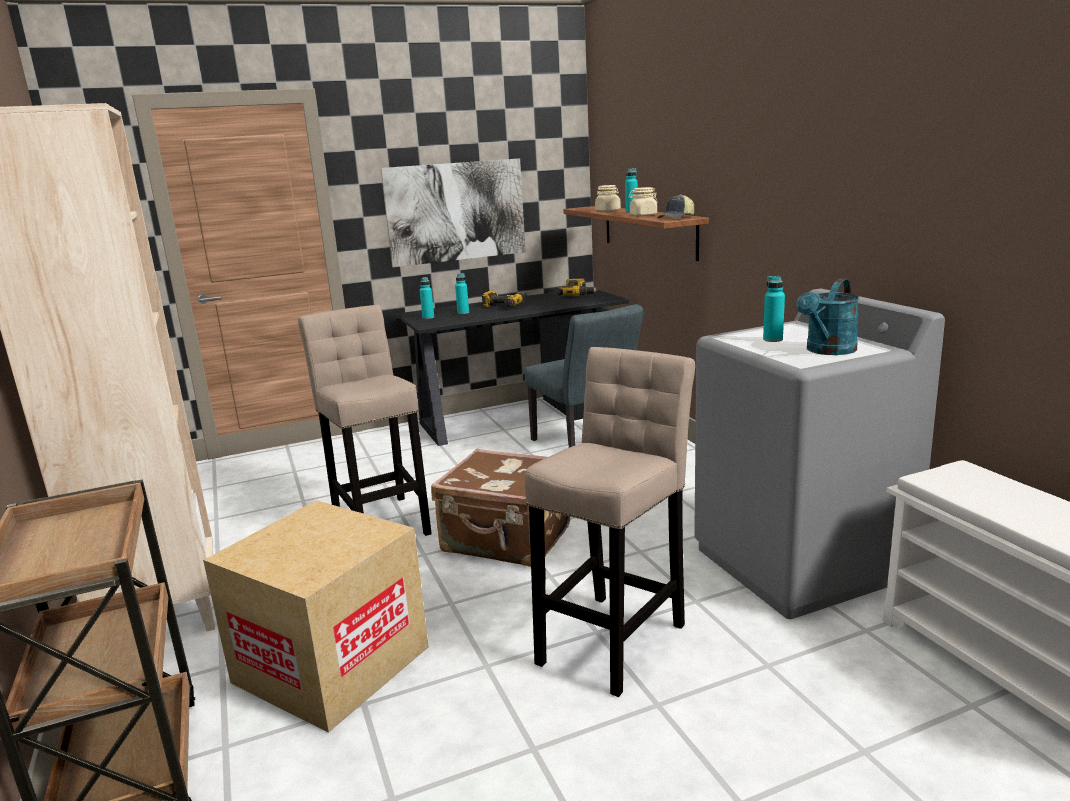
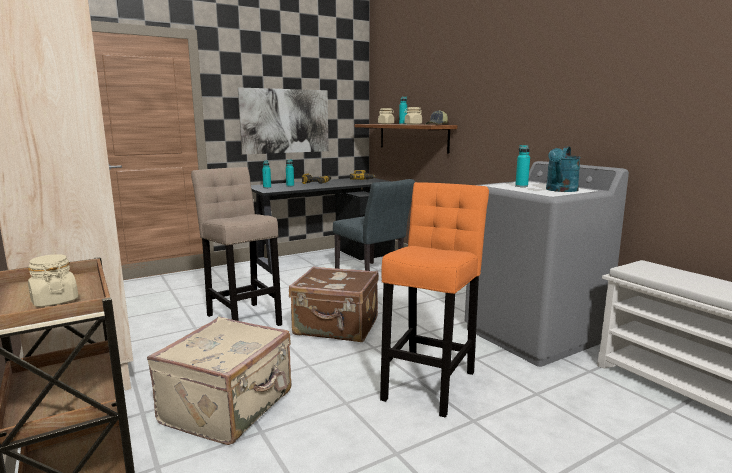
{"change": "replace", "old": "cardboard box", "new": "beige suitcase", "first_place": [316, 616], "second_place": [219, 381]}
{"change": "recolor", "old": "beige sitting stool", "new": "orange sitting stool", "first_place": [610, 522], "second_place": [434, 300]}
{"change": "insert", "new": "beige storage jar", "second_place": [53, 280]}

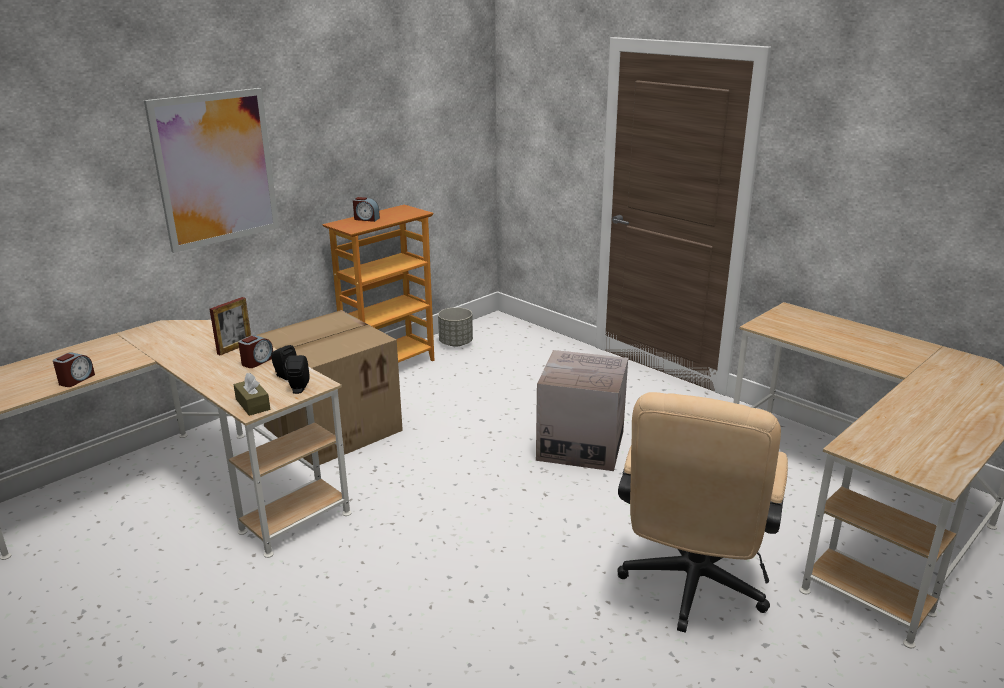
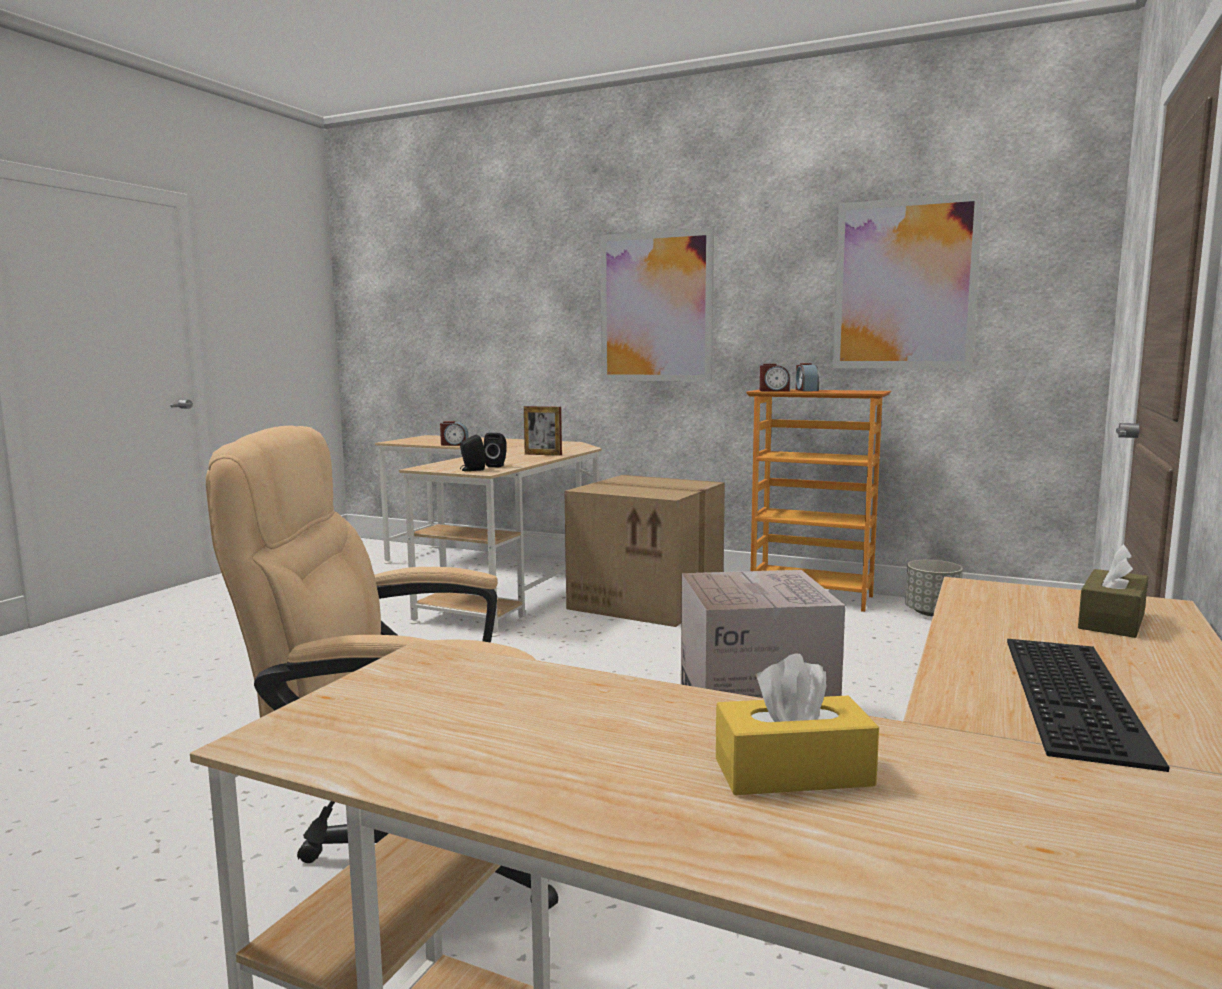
{"change": "move", "old": "brown box of tissues", "first_place": [251, 394], "second_place": [1113, 591]}
{"change": "move", "old": "alarm clock", "first_place": [255, 351], "second_place": [775, 377]}
{"change": "insert", "new": "yellow box of tissues", "second_place": [797, 724]}
{"change": "insert", "new": "wall art", "second_place": [908, 280]}
{"change": "insert", "new": "computer keyboard", "second_place": [1088, 705]}

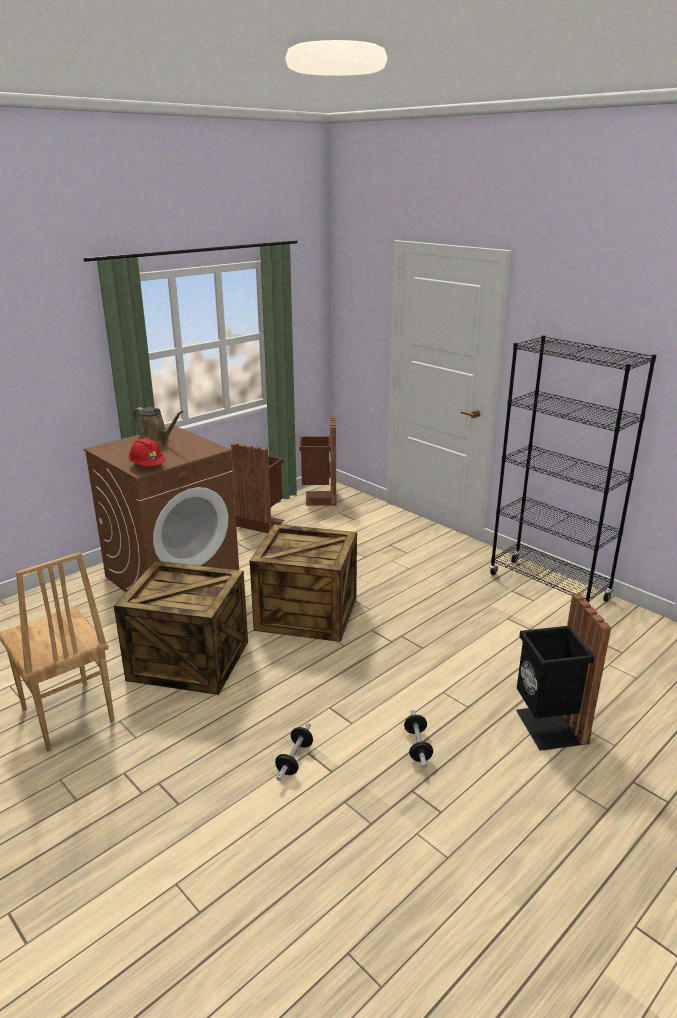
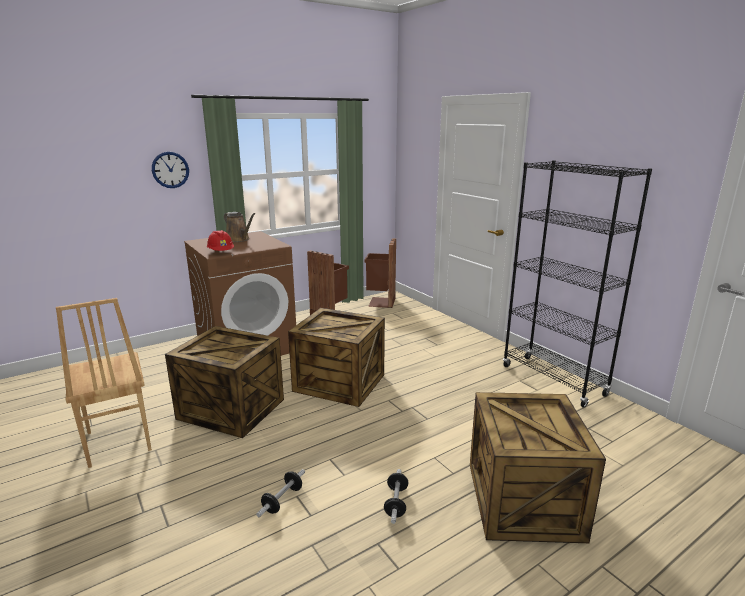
{"change": "replace", "old": "black-coloured waste bin", "new": "shipping crate", "first_place": [563, 672], "second_place": [538, 467]}
{"change": "insert", "new": "wall clock", "second_place": [170, 170]}

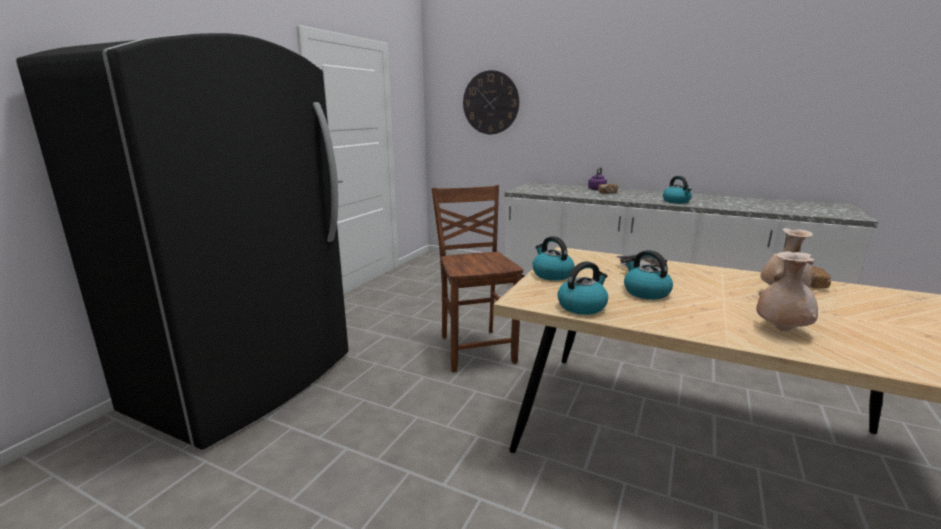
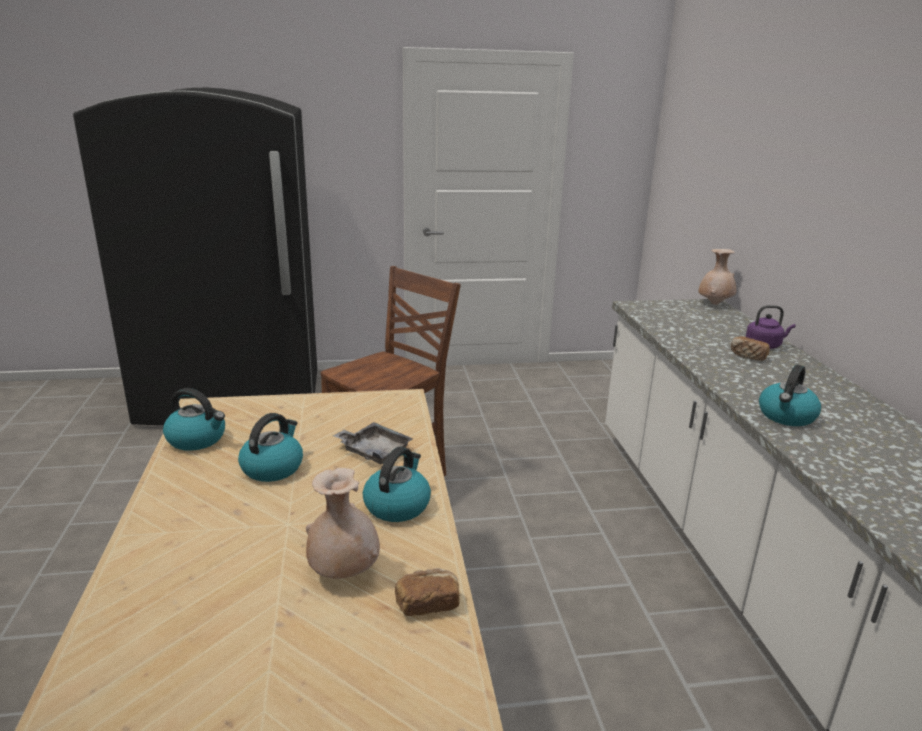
{"change": "delete", "old": "wall clock", "first_place": [491, 102]}
{"change": "move", "old": "kettle", "first_place": [554, 258], "second_place": [397, 484]}
{"change": "move", "old": "beige decorative vase", "first_place": [787, 291], "second_place": [717, 277]}

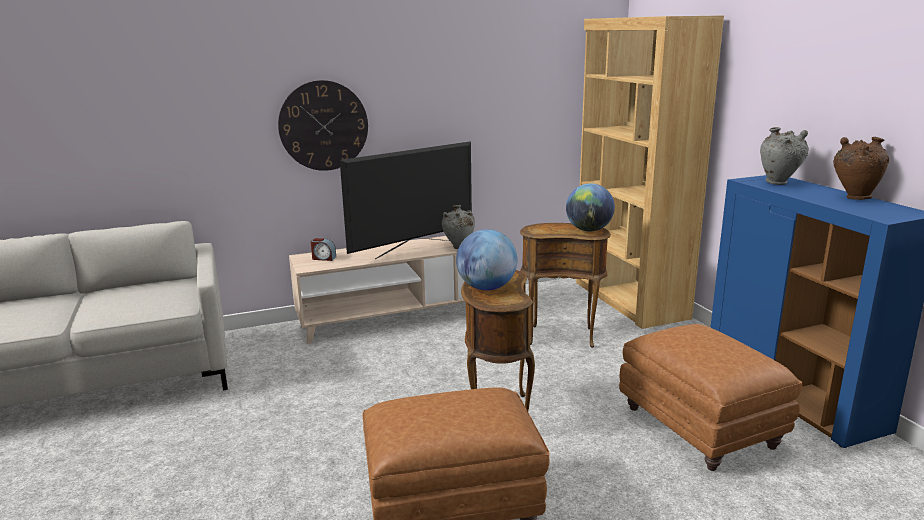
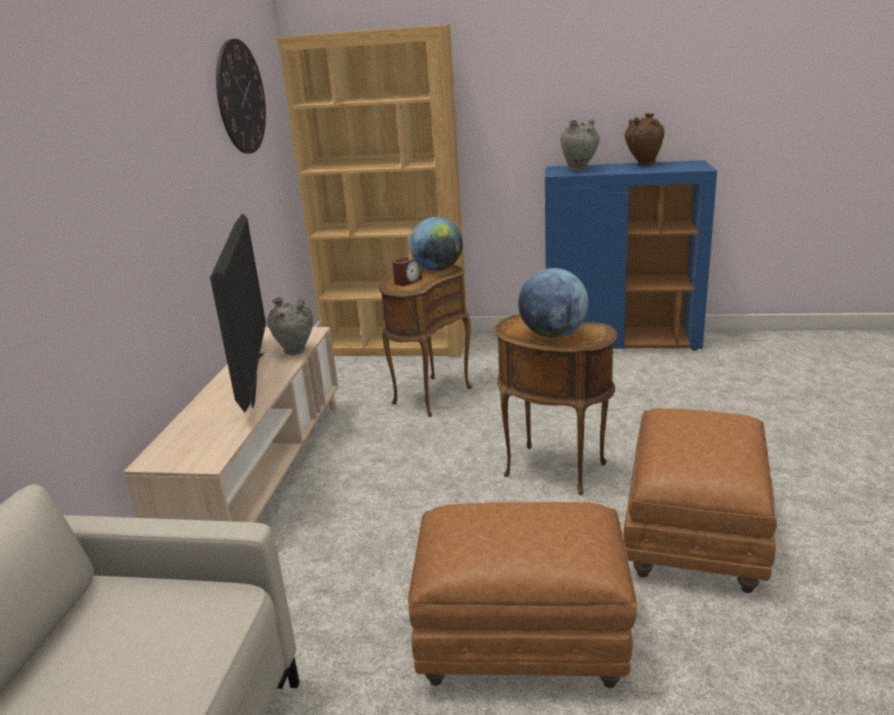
{"change": "move", "old": "wall clock", "first_place": [323, 125], "second_place": [241, 96]}
{"change": "move", "old": "alarm clock", "first_place": [323, 249], "second_place": [407, 271]}
{"change": "move", "old": "brown pouffe", "first_place": [710, 397], "second_place": [522, 595]}

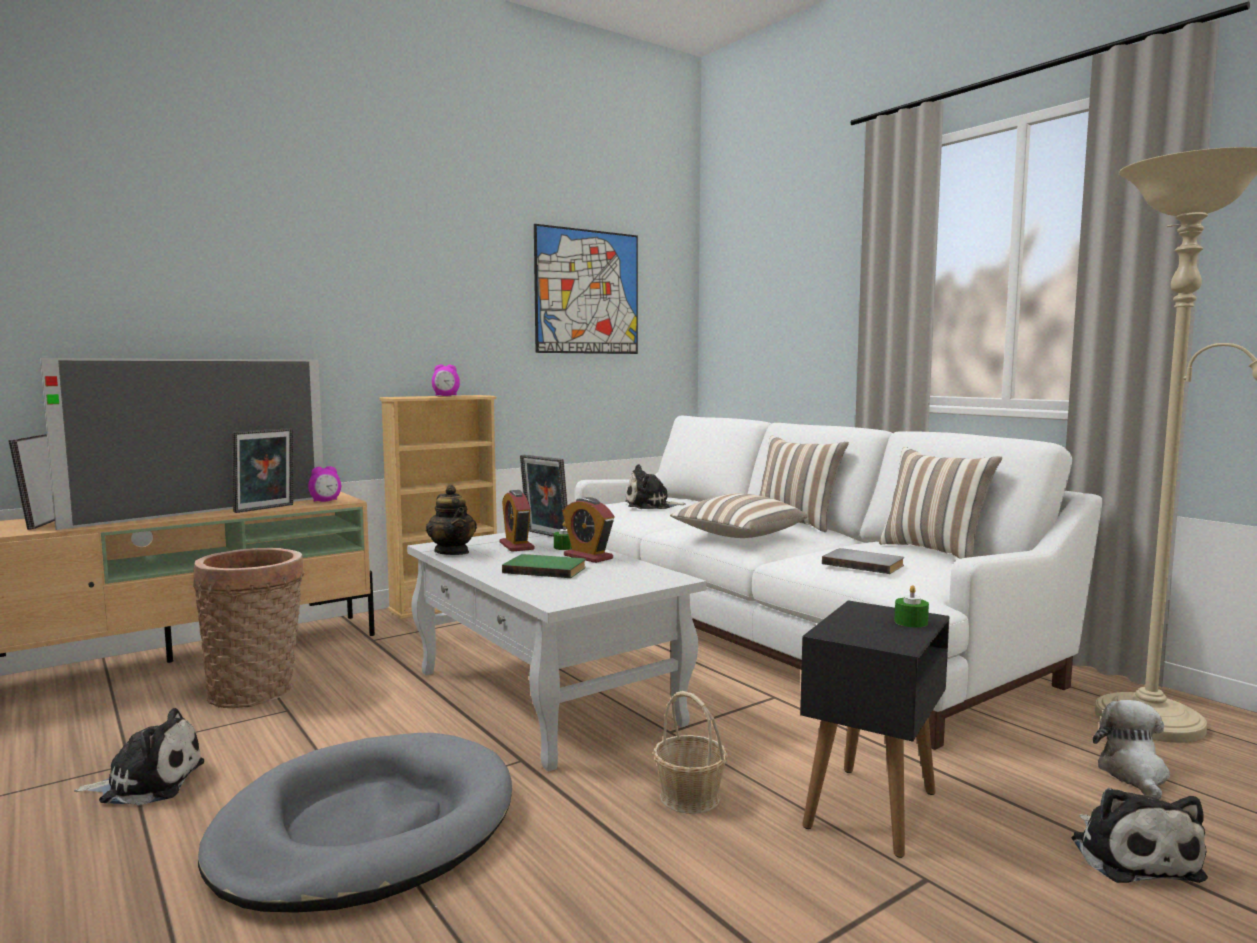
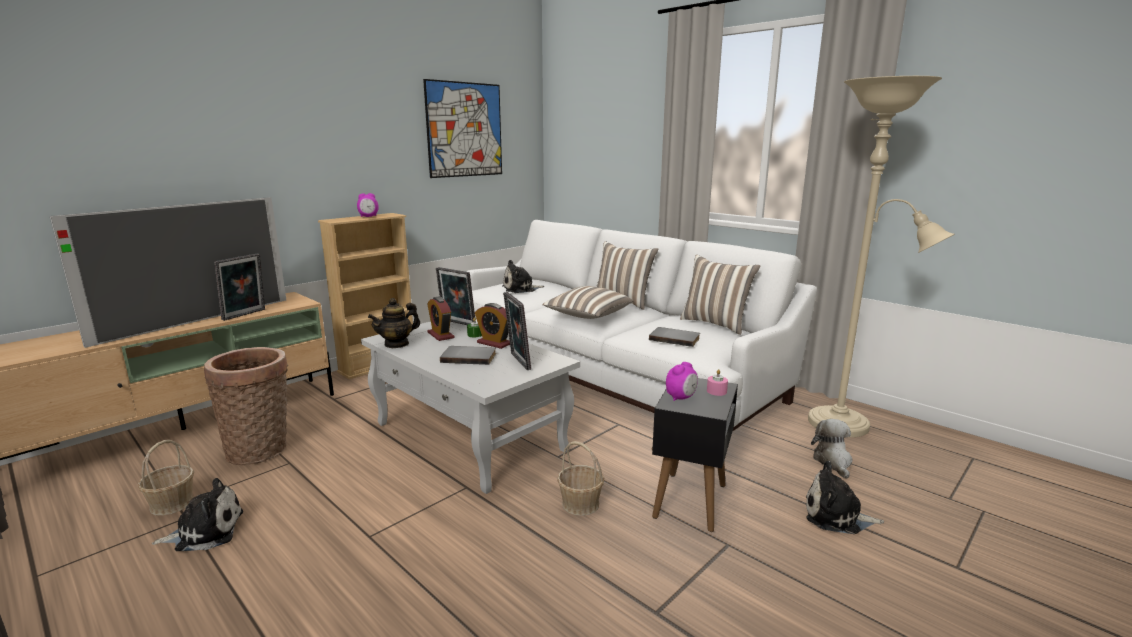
{"change": "move", "old": "picture frame", "first_place": [31, 482], "second_place": [517, 331]}
{"change": "delete", "old": "greyish dog cushion", "first_place": [355, 823]}
{"change": "move", "old": "alarm clock", "first_place": [324, 484], "second_place": [682, 381]}
{"change": "rotate", "old": "pot for tea", "first_place": [451, 520], "second_place": [394, 323], "degrees": 90}
{"change": "recolor", "old": "greenish book", "new": "greyish book", "first_place": [544, 566], "second_place": [468, 355]}
{"change": "recolor", "old": "greenish wax candle", "new": "pinkish wax candle", "first_place": [911, 606], "second_place": [717, 382]}
{"change": "rotate", "old": "soft toy", "first_place": [1140, 835], "second_place": [845, 497], "degrees": 120}
{"change": "insert", "new": "basket", "second_place": [166, 477]}

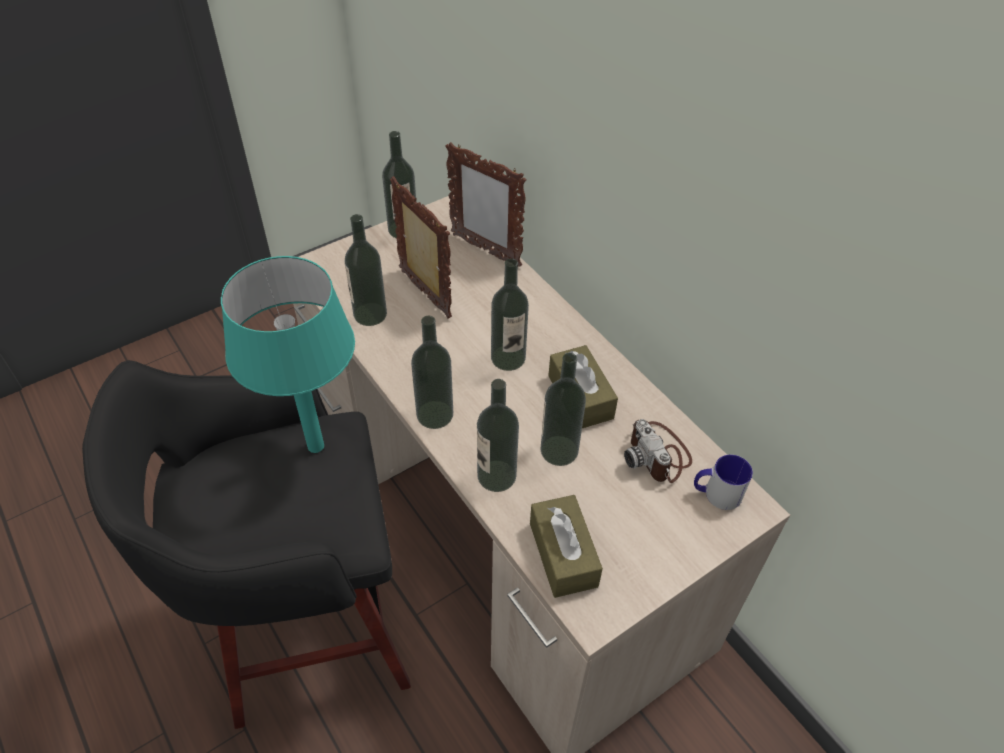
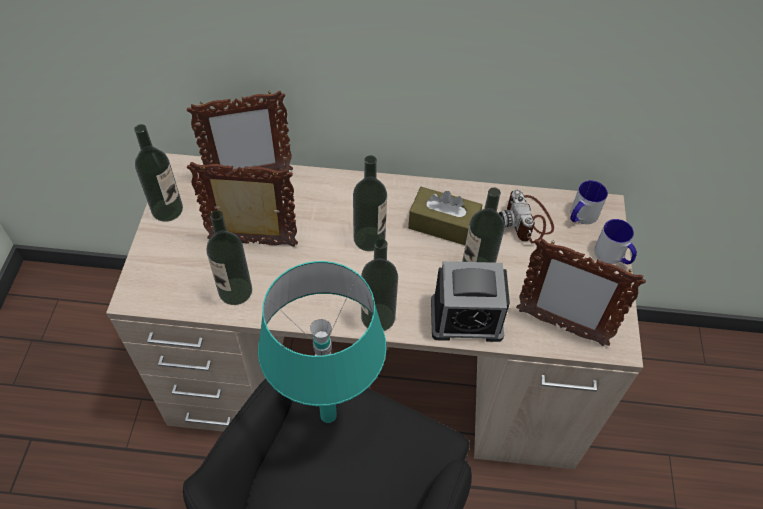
{"change": "replace", "old": "beverage bottle", "new": "alarm clock", "first_place": [498, 435], "second_place": [470, 301]}
{"change": "replace", "old": "brown box of tissues", "new": "picture frame", "first_place": [566, 546], "second_place": [581, 292]}
{"change": "rotate", "old": "photo camera", "first_place": [658, 451], "second_place": [526, 216], "degrees": 60}
{"change": "insert", "new": "mug", "second_place": [615, 241]}

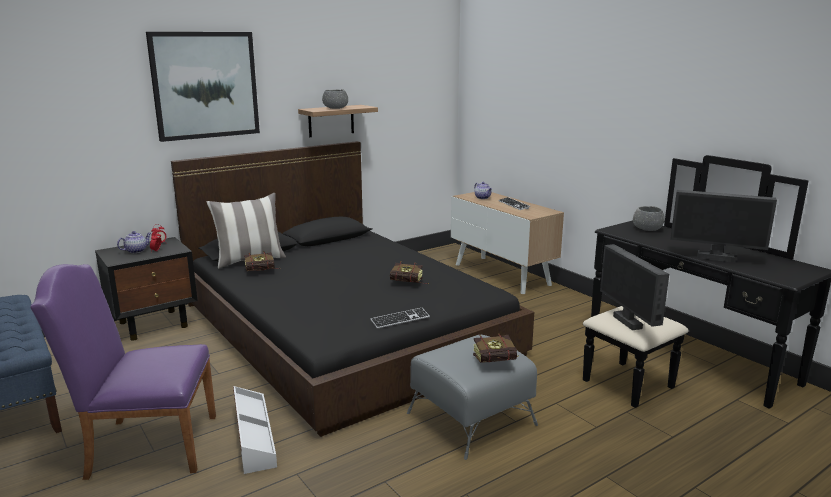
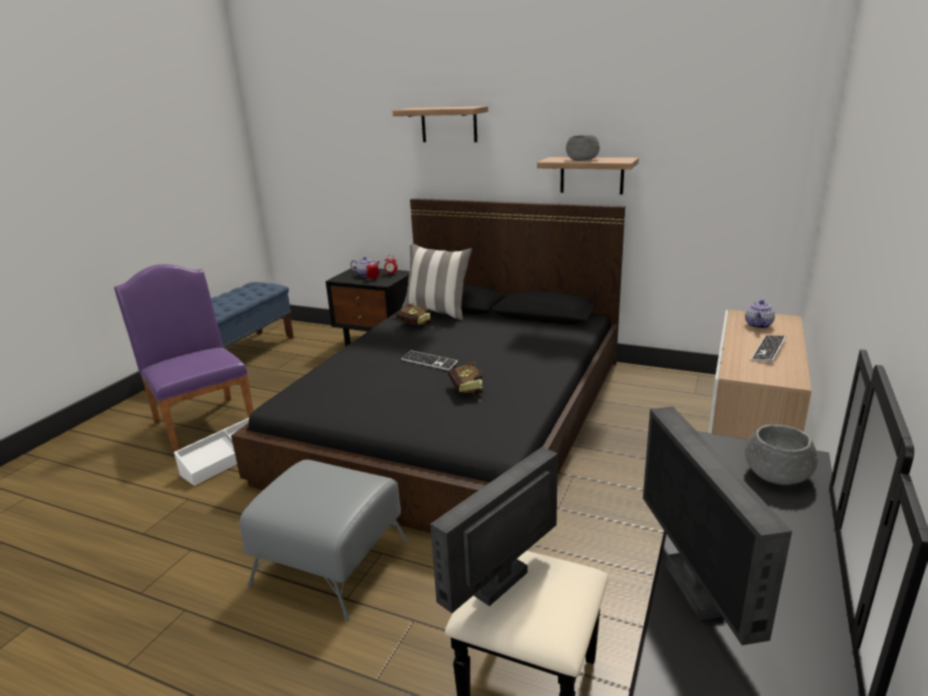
{"change": "replace", "old": "wall art", "new": "bracket shelf", "first_place": [203, 87], "second_place": [440, 124]}
{"change": "move", "old": "computer keyboard", "first_place": [400, 318], "second_place": [429, 360]}
{"change": "delete", "old": "book", "first_place": [496, 348]}

